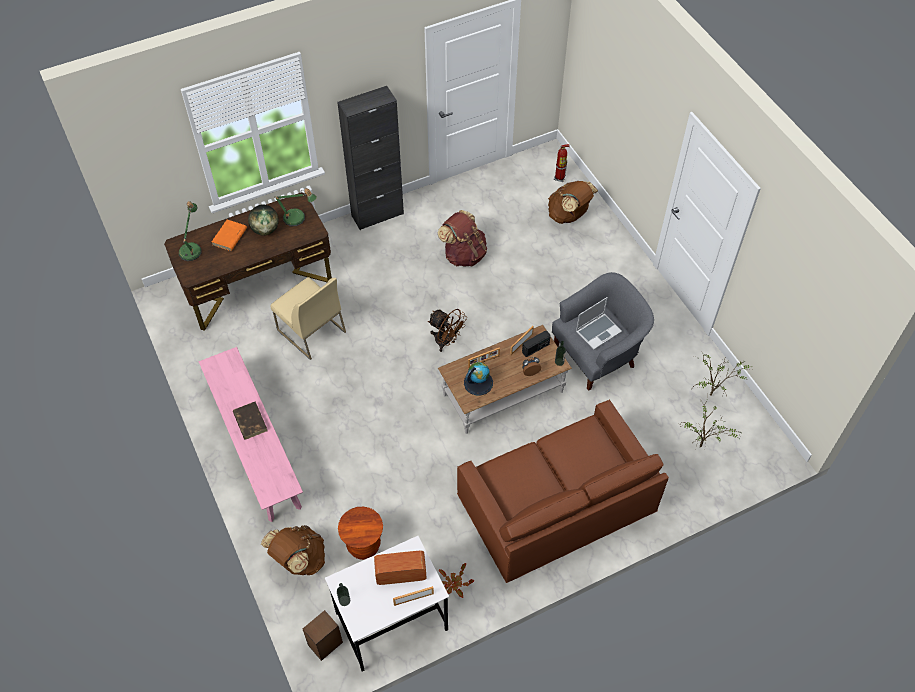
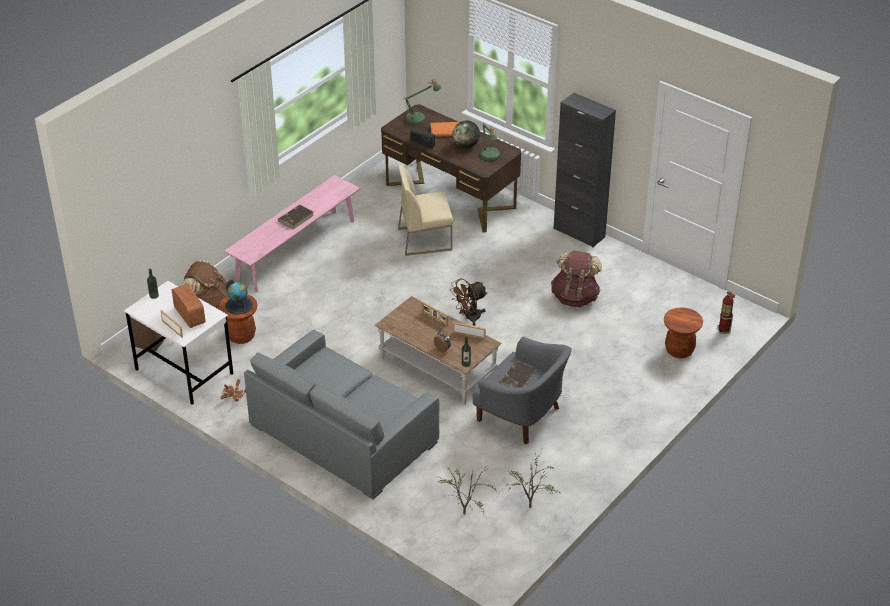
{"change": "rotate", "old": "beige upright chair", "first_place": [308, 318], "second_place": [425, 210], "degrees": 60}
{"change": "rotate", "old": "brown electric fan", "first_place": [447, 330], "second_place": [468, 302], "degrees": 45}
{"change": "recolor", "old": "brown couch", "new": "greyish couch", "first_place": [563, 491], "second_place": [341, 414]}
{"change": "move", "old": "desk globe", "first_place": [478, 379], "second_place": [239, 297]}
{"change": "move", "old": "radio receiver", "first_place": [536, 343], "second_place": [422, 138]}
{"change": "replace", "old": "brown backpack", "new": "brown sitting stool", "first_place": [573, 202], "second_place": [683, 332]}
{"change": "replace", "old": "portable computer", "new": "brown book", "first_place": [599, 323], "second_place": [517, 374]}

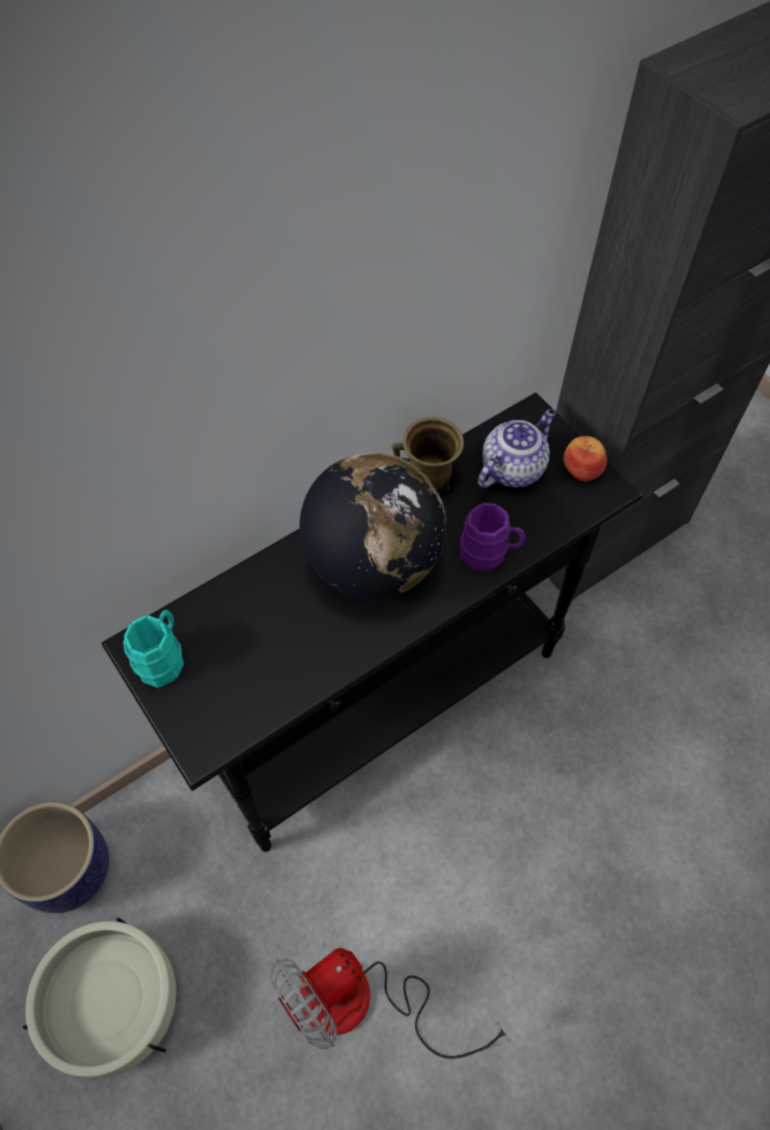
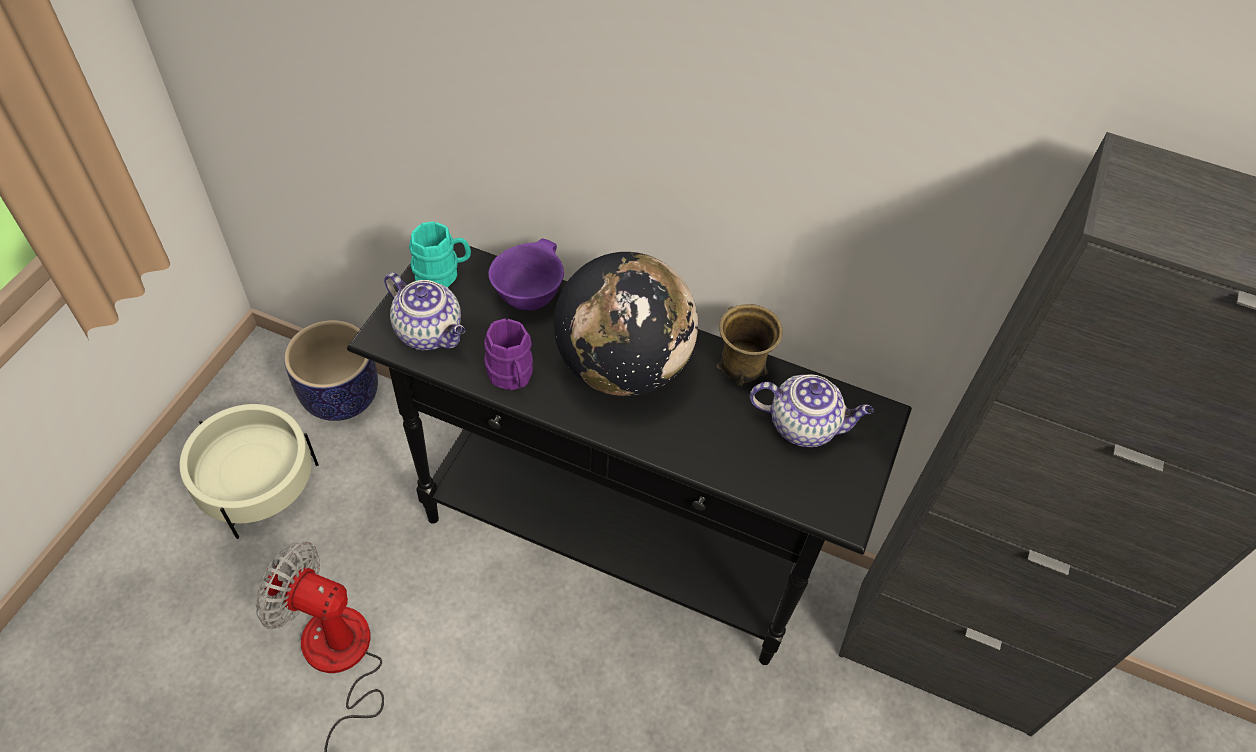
{"change": "move", "old": "purple-coloured mug", "first_place": [493, 537], "second_place": [508, 354]}
{"change": "delete", "old": "whole apple", "first_place": [585, 459]}
{"change": "insert", "new": "pot for tea", "second_place": [424, 311]}
{"change": "insert", "new": "purple-coloured deep dish", "second_place": [526, 274]}

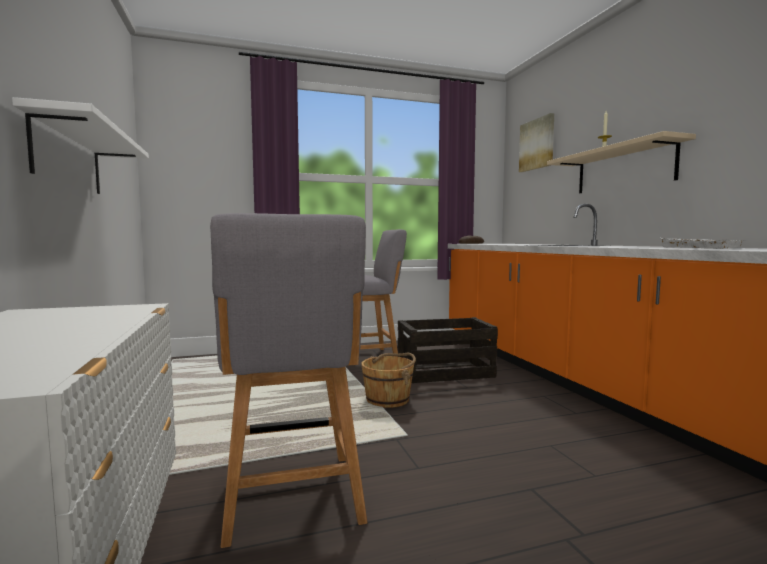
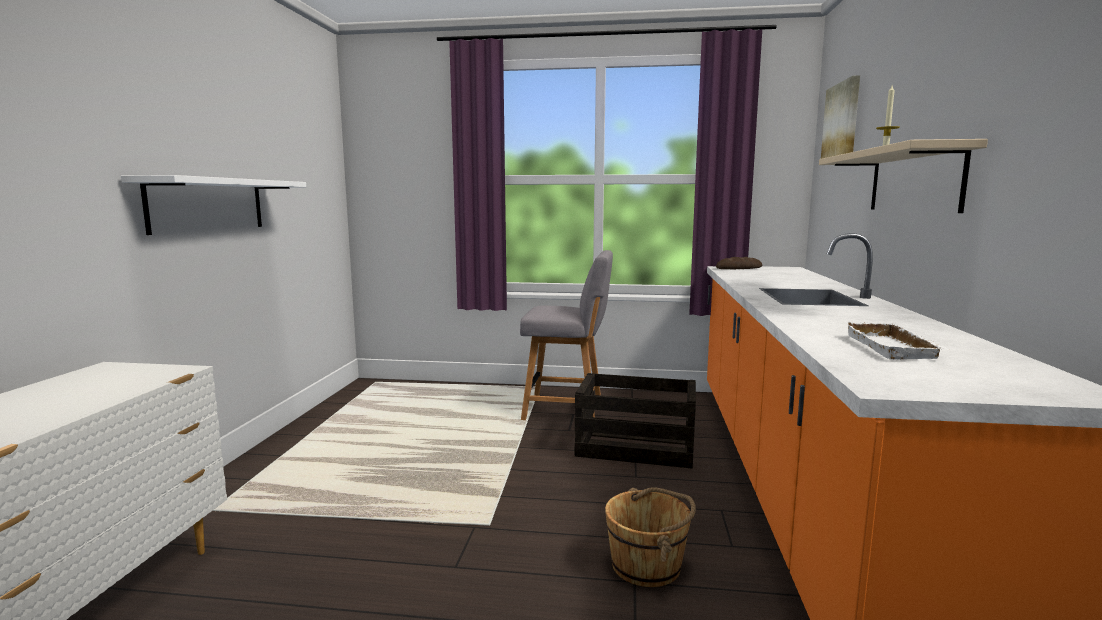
{"change": "delete", "old": "greyish upright chair", "first_place": [288, 380]}
{"change": "move", "old": "brown bucket", "first_place": [388, 380], "second_place": [650, 537]}

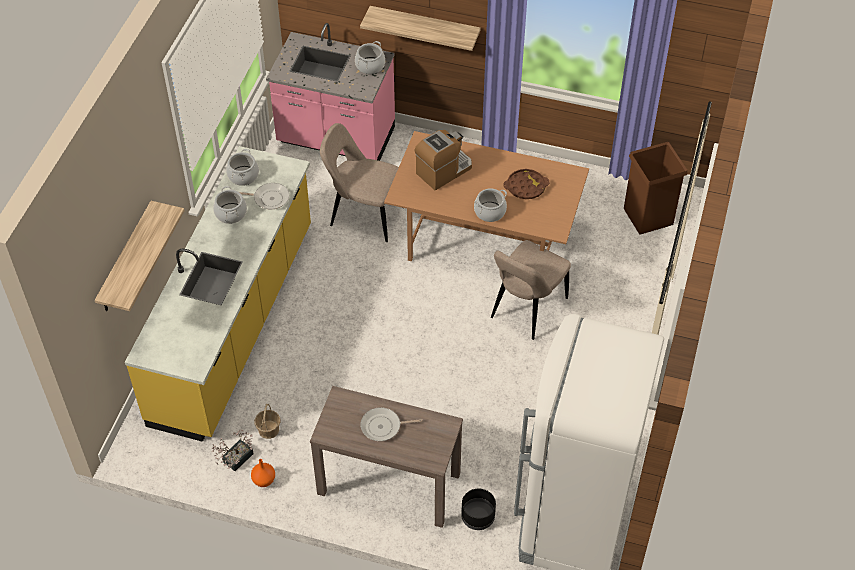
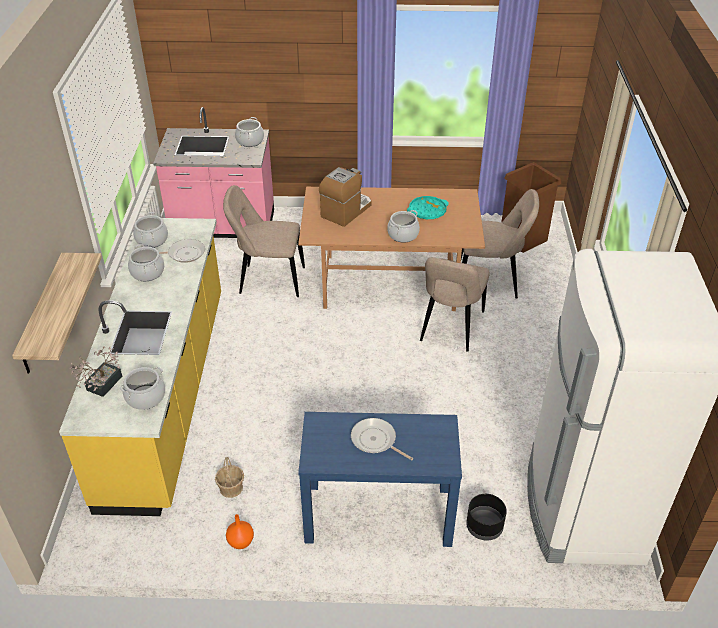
{"change": "move", "old": "plant in a pot", "first_place": [233, 450], "second_place": [96, 372]}
{"change": "recolor", "old": "brown hall table", "new": "bluish hall table", "first_place": [386, 457], "second_place": [380, 479]}
{"change": "delete", "old": "bracket shelf", "first_place": [420, 28]}
{"change": "rotate", "old": "skillet", "first_place": [391, 424], "second_place": [382, 439], "degrees": 60}
{"change": "recolor", "old": "brown serving tray", "new": "turquoise-coloured serving tray", "first_place": [526, 184], "second_place": [428, 207]}
{"change": "insert", "new": "saucepot", "second_place": [142, 388]}
{"change": "insert", "new": "beige upright chair", "second_place": [500, 244]}

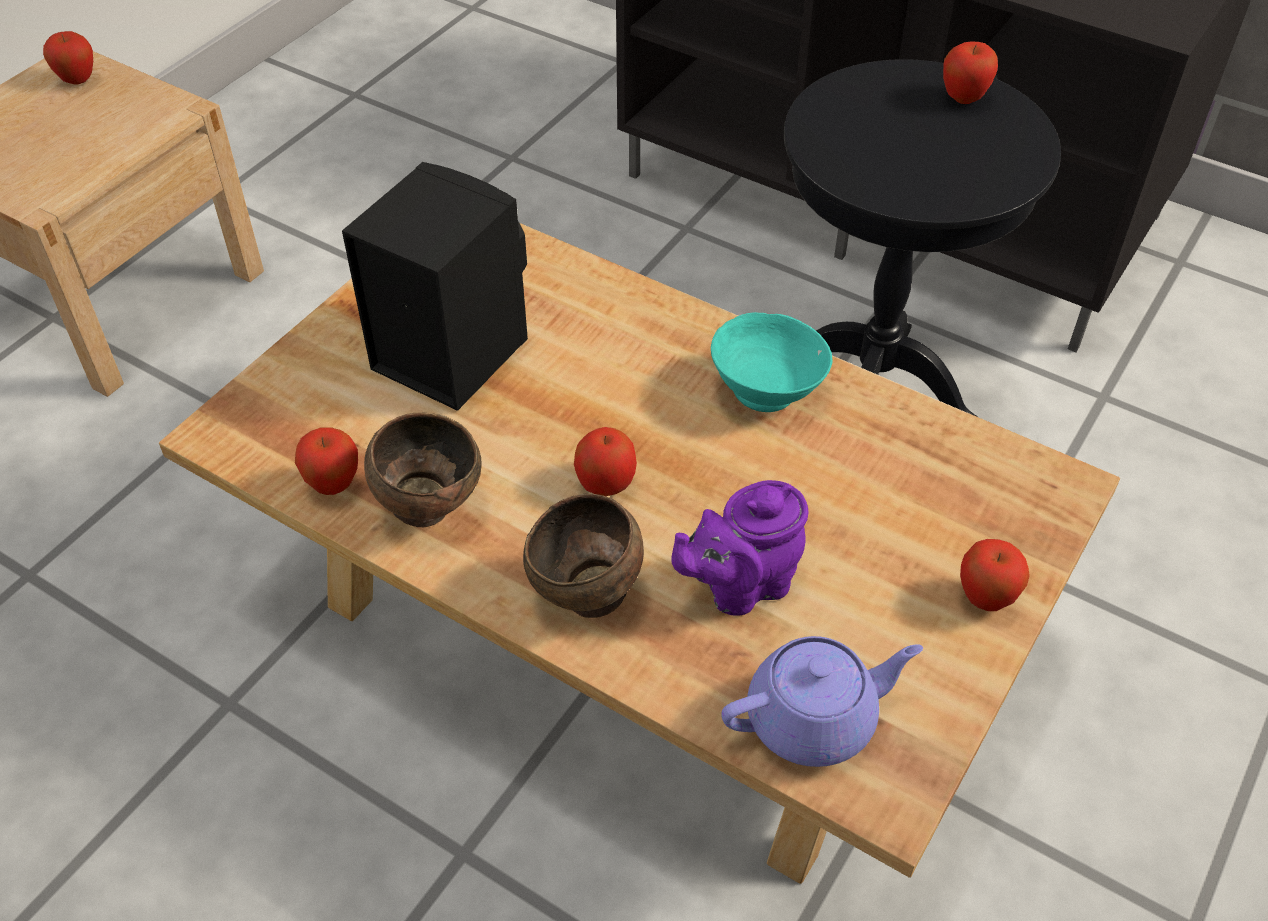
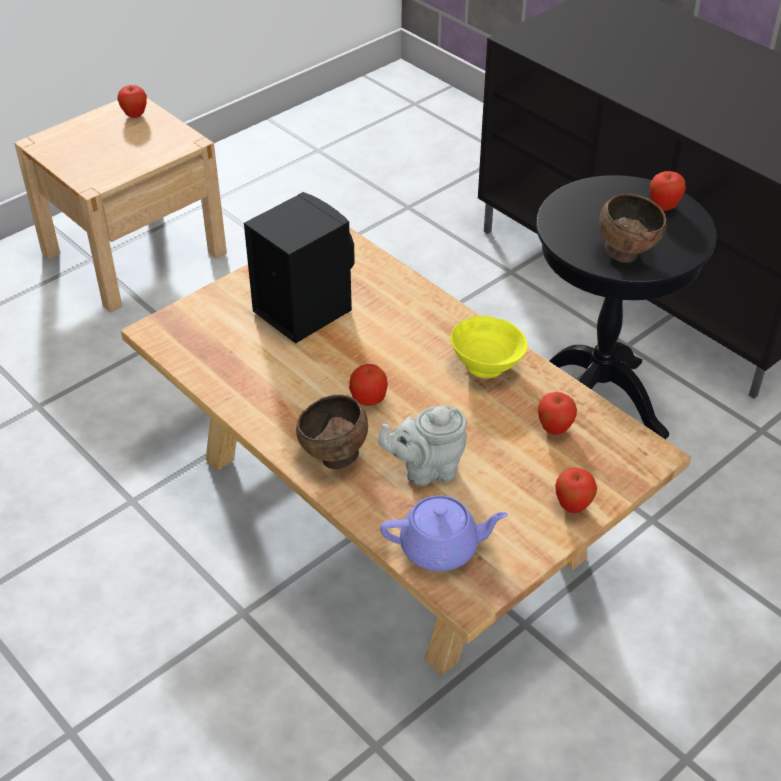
{"change": "move", "old": "whole apple", "first_place": [326, 461], "second_place": [557, 413]}
{"change": "move", "old": "brown deep dish", "first_place": [423, 470], "second_place": [633, 227]}
{"change": "recolor", "old": "purple-coloured pot for tea", "new": "greyish pot for tea", "first_place": [740, 547], "second_place": [422, 446]}
{"change": "recolor", "old": "turquoise-coloured deep dish", "new": "yellow deep dish", "first_place": [772, 362], "second_place": [489, 347]}

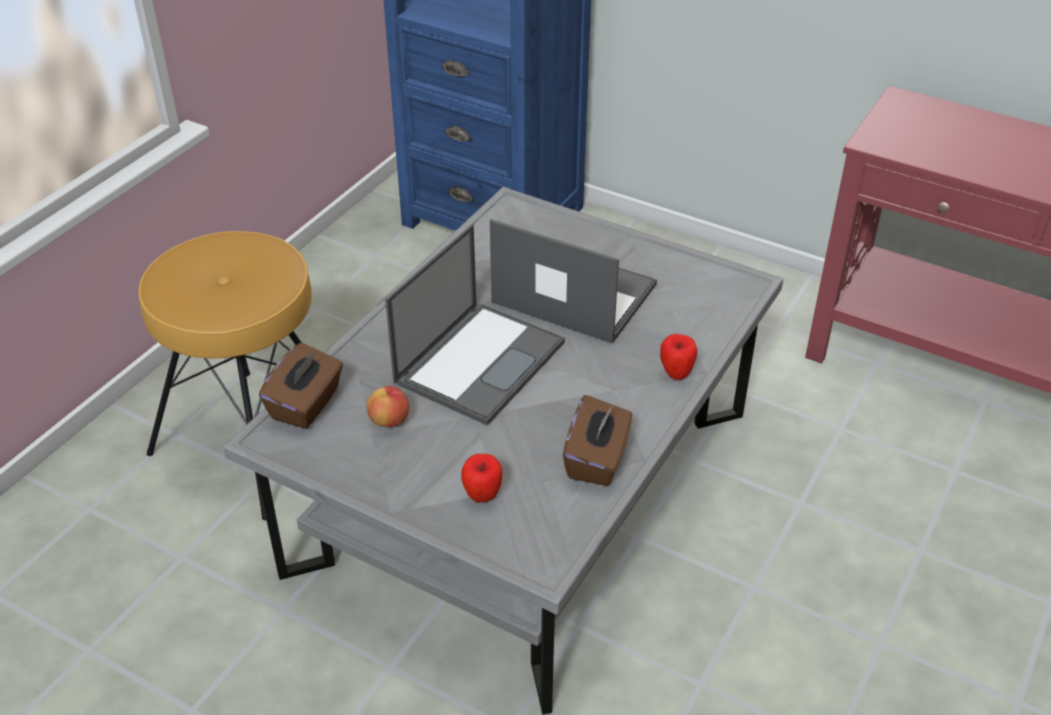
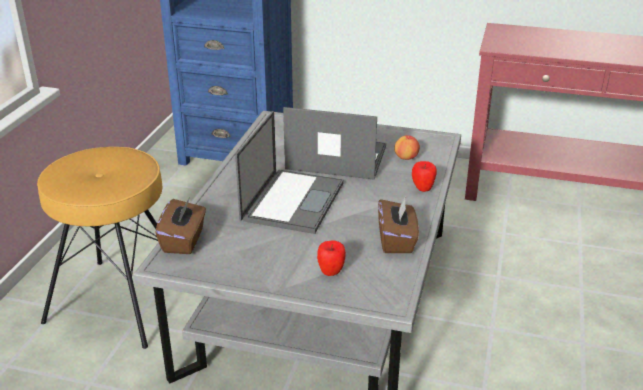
{"change": "move", "old": "whole apple", "first_place": [388, 406], "second_place": [407, 147]}

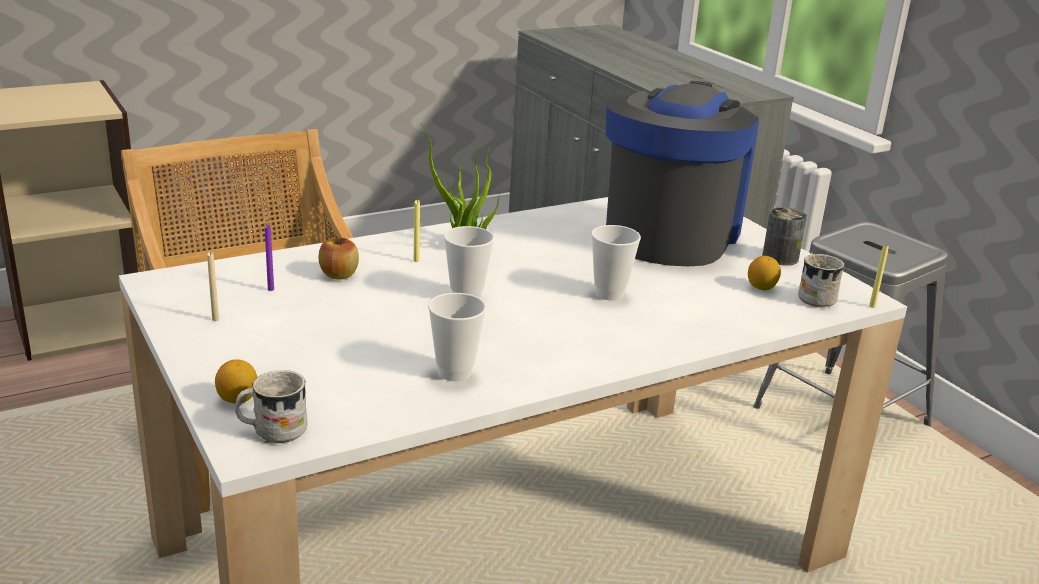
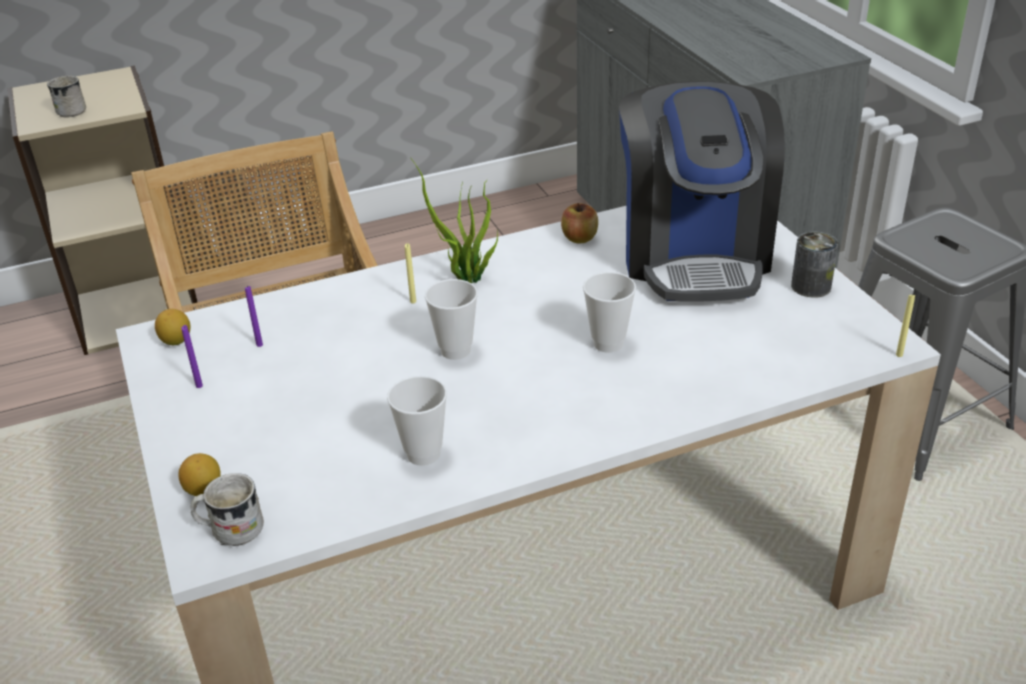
{"change": "recolor", "old": "beige wax candle", "new": "purple-coloured wax candle", "first_place": [213, 286], "second_place": [192, 356]}
{"change": "move", "old": "whole apple", "first_place": [339, 257], "second_place": [579, 223]}
{"change": "rotate", "old": "coffee maker", "first_place": [682, 173], "second_place": [702, 191], "degrees": 150}
{"change": "move", "old": "citrus fruit", "first_place": [764, 273], "second_place": [172, 327]}
{"change": "move", "old": "white mug", "first_place": [821, 281], "second_place": [66, 96]}

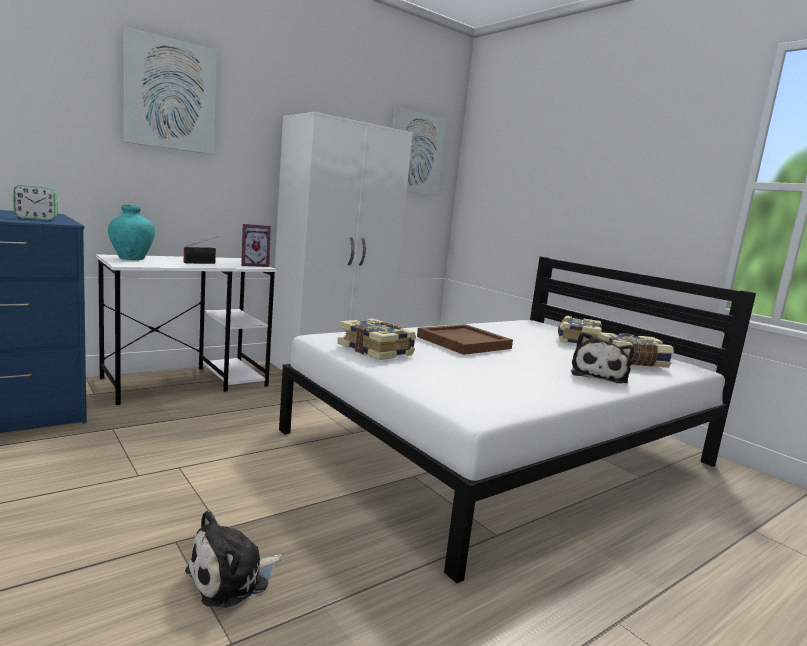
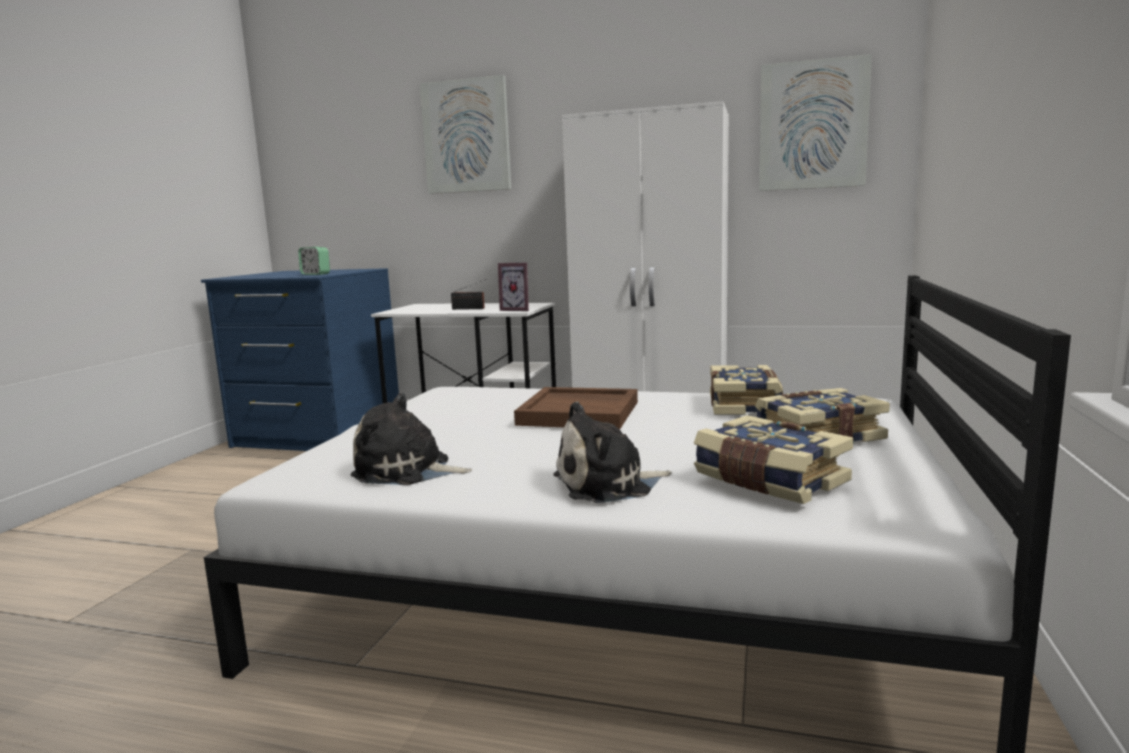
{"change": "delete", "old": "turquoise-coloured decorative vase", "first_place": [131, 232]}
{"change": "move", "old": "soft toy", "first_place": [233, 559], "second_place": [411, 438]}
{"change": "move", "old": "book", "first_place": [376, 339], "second_place": [746, 390]}

